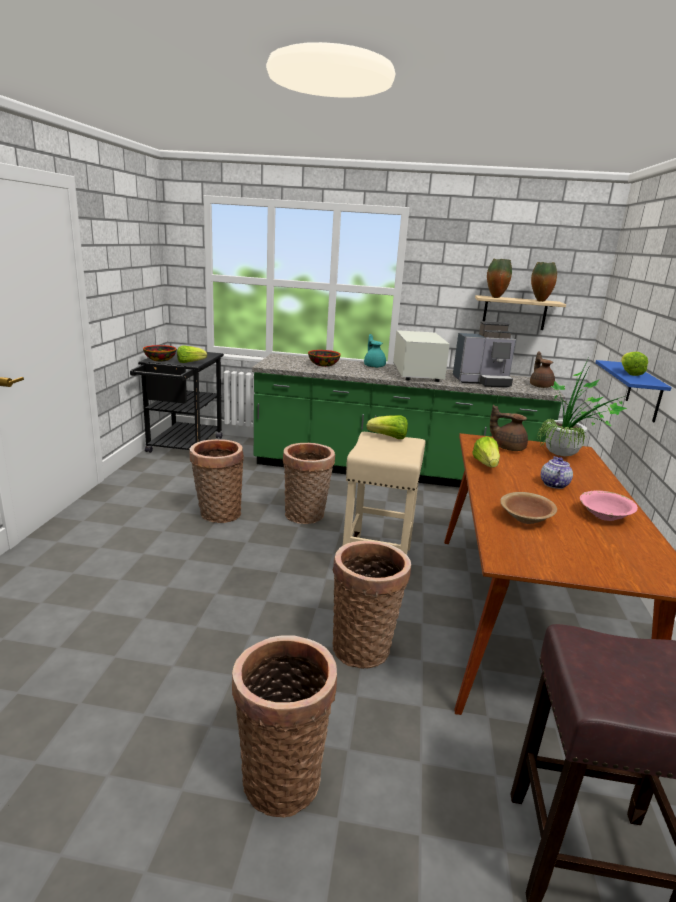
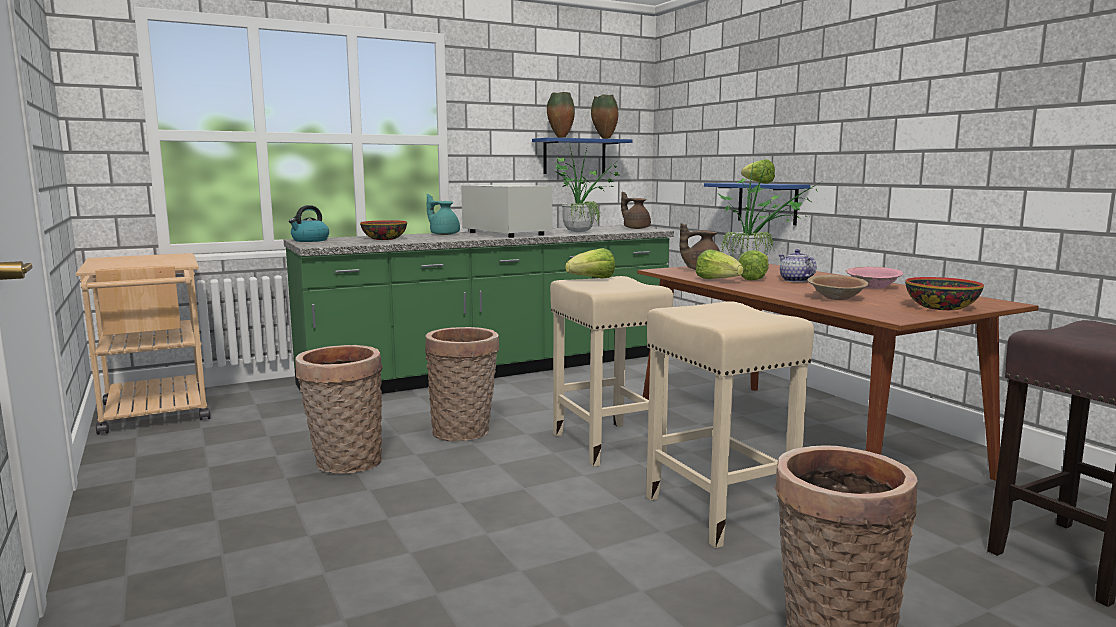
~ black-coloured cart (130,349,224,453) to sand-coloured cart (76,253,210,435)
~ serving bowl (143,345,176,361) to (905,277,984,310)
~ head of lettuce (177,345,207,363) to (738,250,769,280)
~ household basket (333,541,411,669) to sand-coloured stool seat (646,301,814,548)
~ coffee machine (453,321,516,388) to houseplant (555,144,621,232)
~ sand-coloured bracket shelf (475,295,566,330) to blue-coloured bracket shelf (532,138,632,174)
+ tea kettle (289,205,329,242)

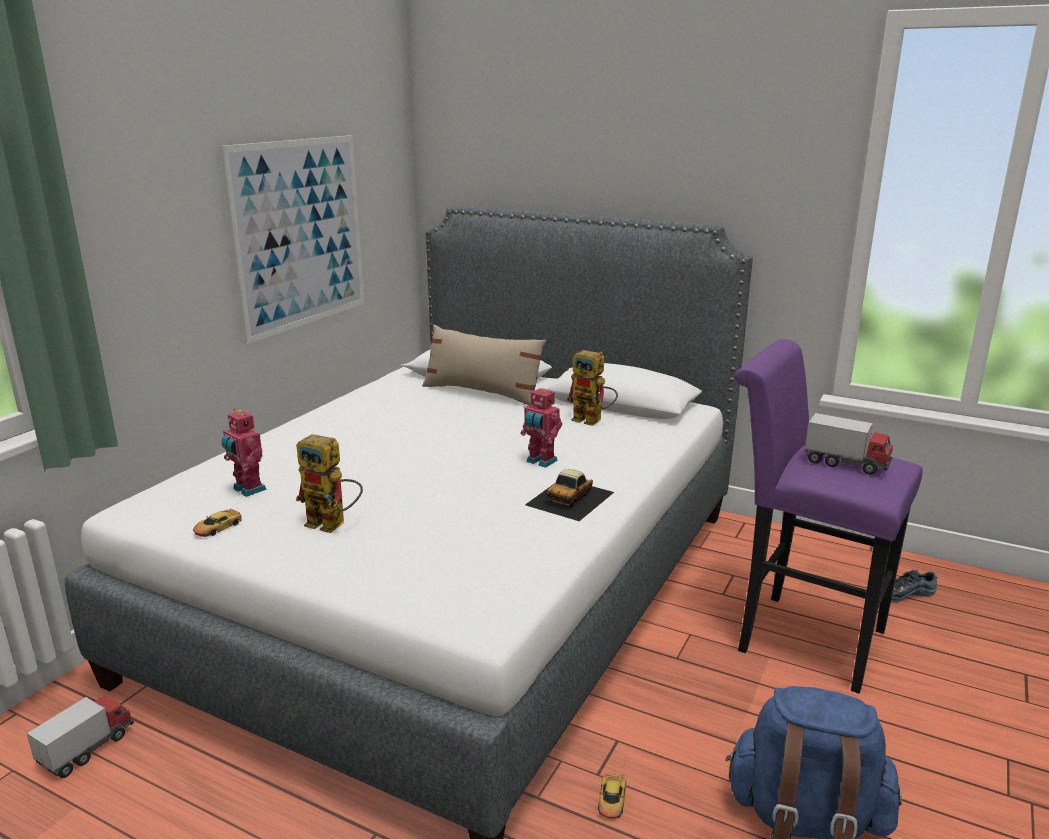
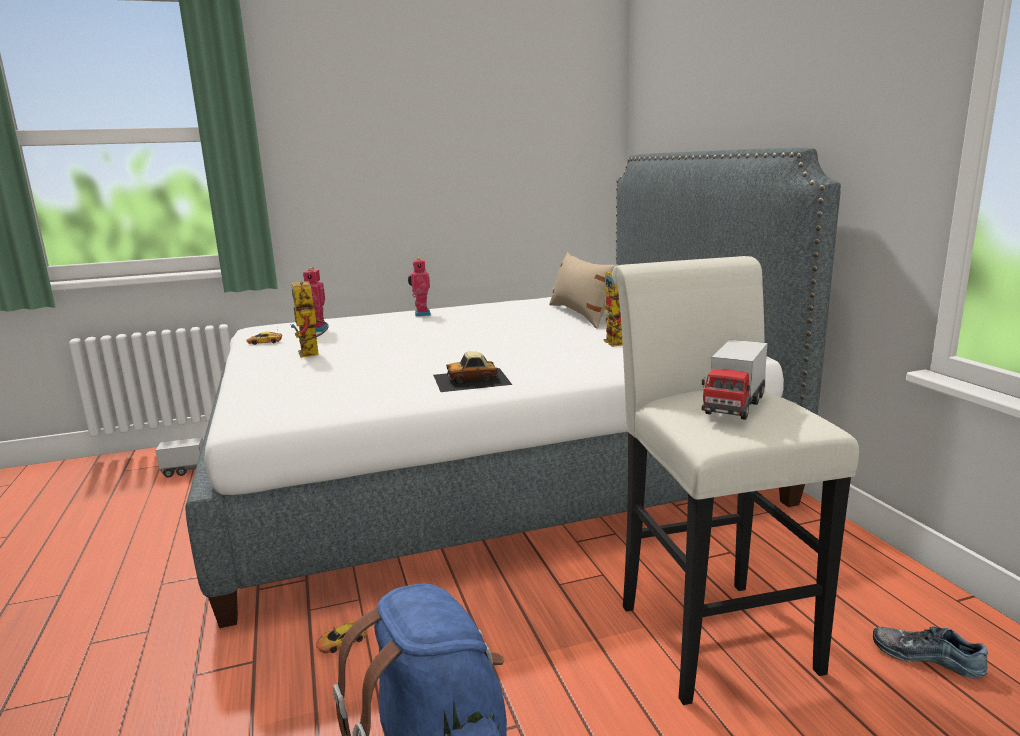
- wall picture (220,135,365,344)
~ robot figure (521,387,562,468) to (408,257,431,317)
~ purple stool seat (735,339,923,694) to white stool seat (612,256,859,705)
~ toy lorry (805,413,893,475) = (702,340,768,420) 45 degrees clockwise

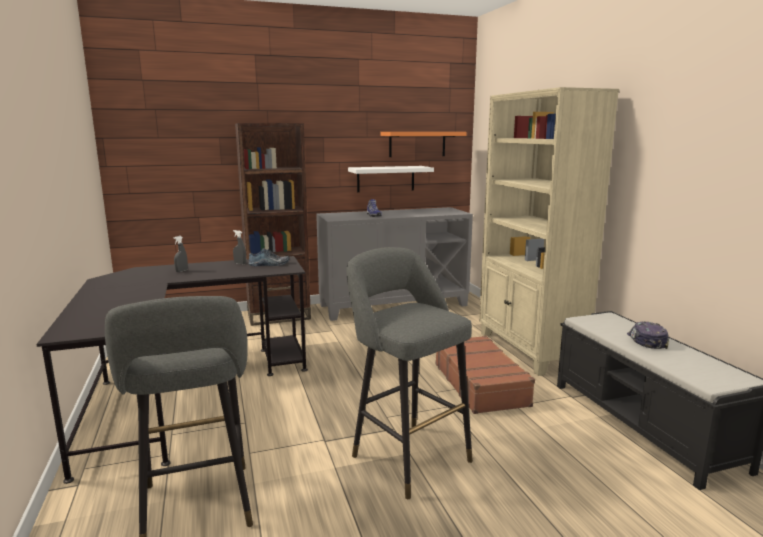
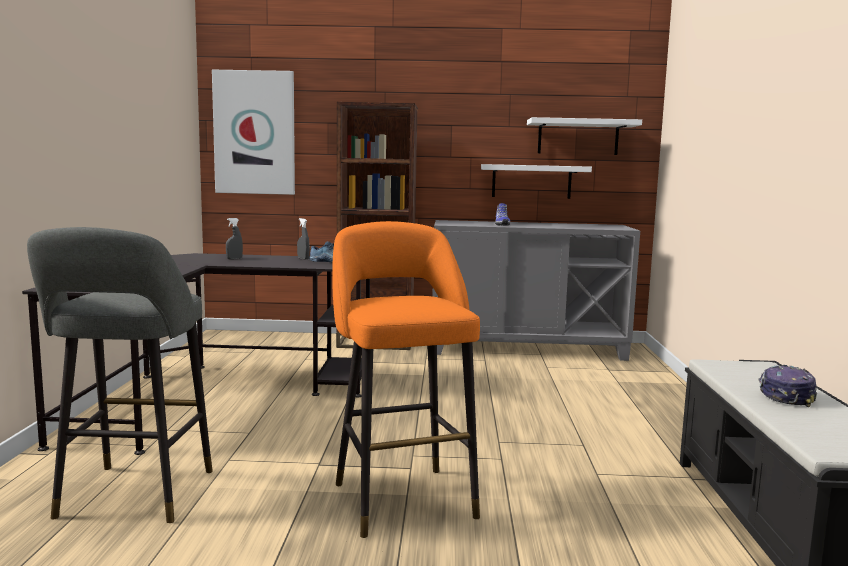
~ gray stool seat (346,247,473,499) to orange stool seat (332,221,480,538)
~ orange bracket shelf (381,132,467,157) to white bracket shelf (527,117,642,155)
- brownish suitcase (435,336,535,414)
- sand-coloured bookcase (479,87,619,376)
+ wall picture (212,70,295,195)

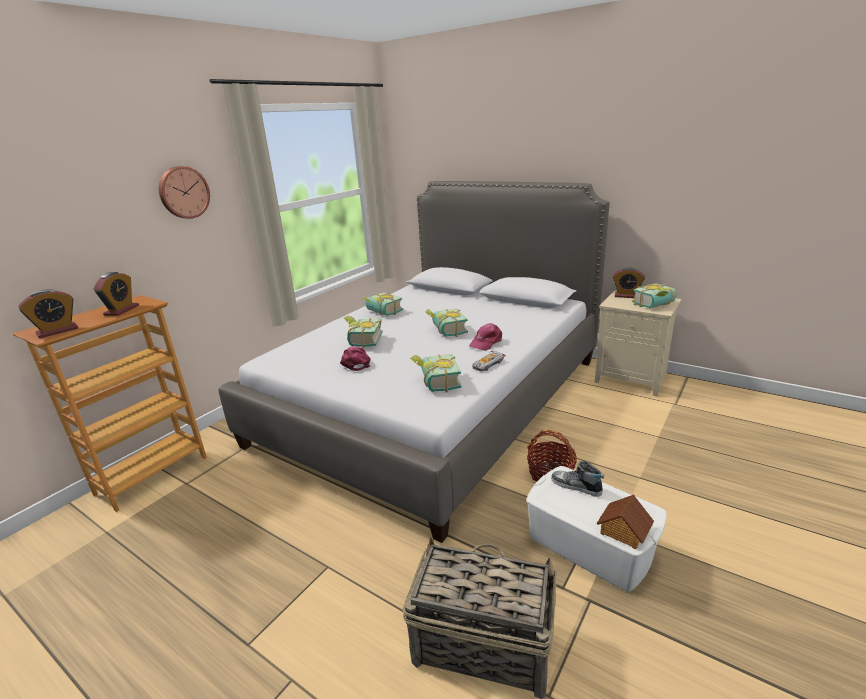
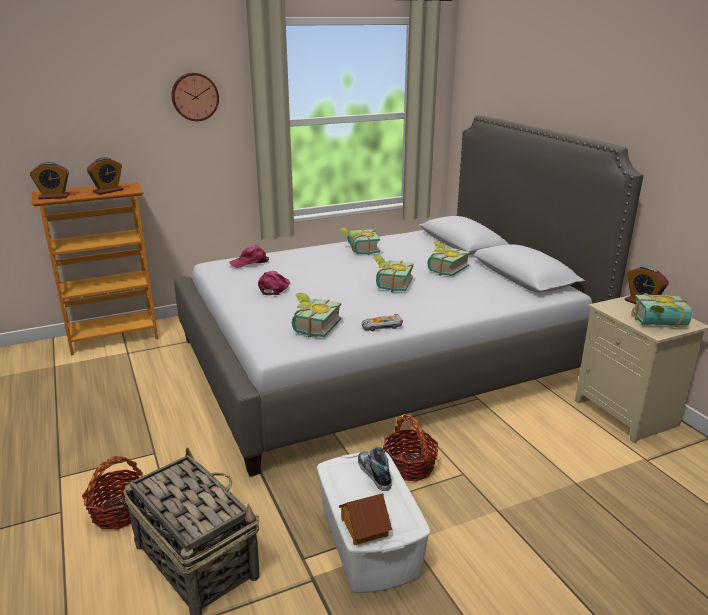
~ volume (344,316,383,348) to (427,241,470,276)
~ pink-coloured peaked cap (469,323,502,351) to (229,245,269,268)
+ household basket (82,456,145,530)

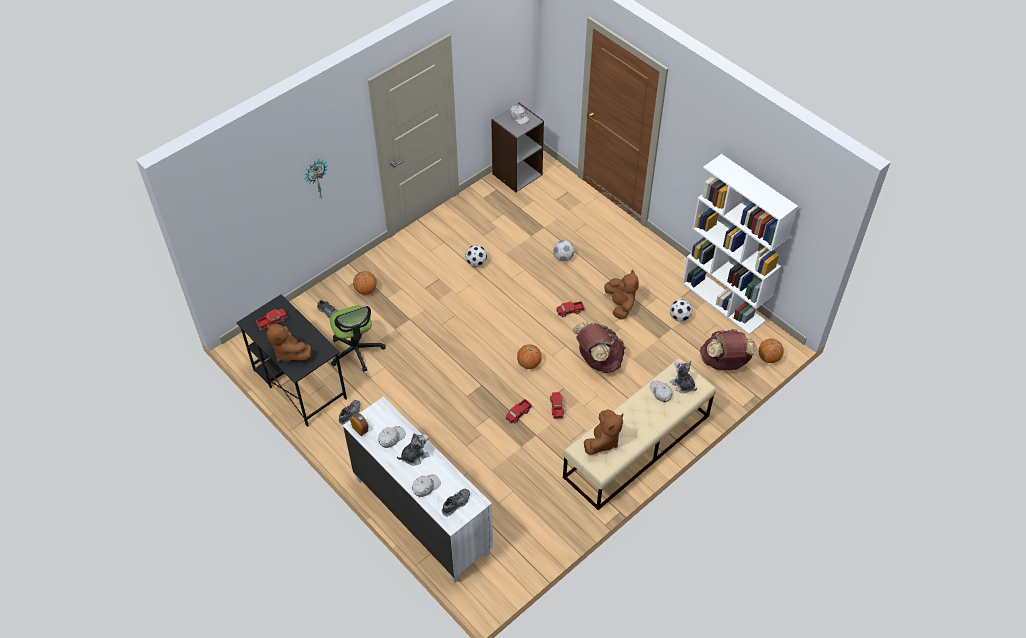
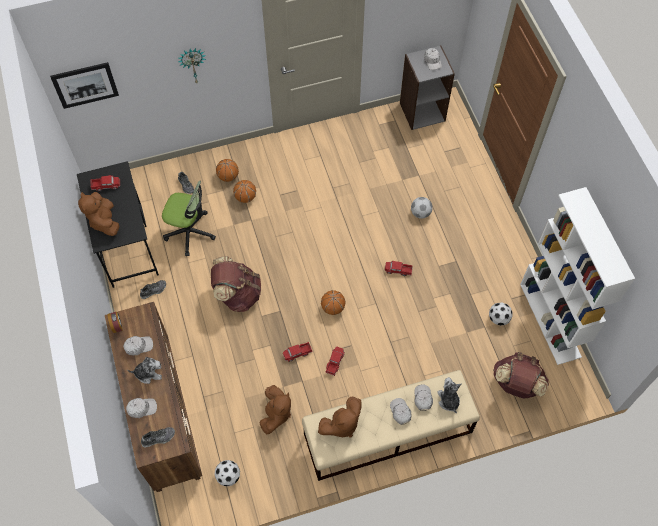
~ office chair (330,305,386,372) = (162,181,216,256) 75 degrees counterclockwise
~ white chest of drawers (343,397,493,583) to brownish chest of drawers (105,302,202,492)
~ football ball (465,245,487,267) to (215,460,240,486)
~ brownish backpack (573,322,625,373) to (211,256,261,312)
~ brownish soft toy (604,270,639,320) to (260,385,291,434)
~ basketball ball (759,339,784,363) to (233,180,256,203)
+ wall picture (50,62,119,109)
+ white peaked cap (390,398,412,425)

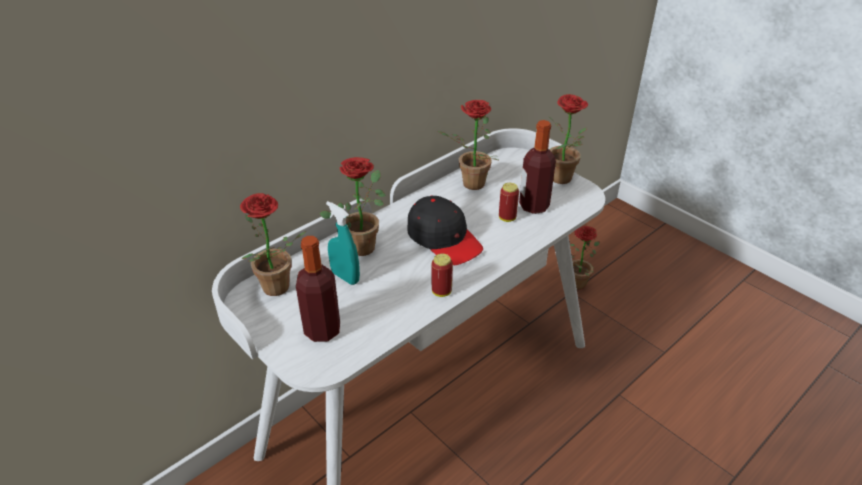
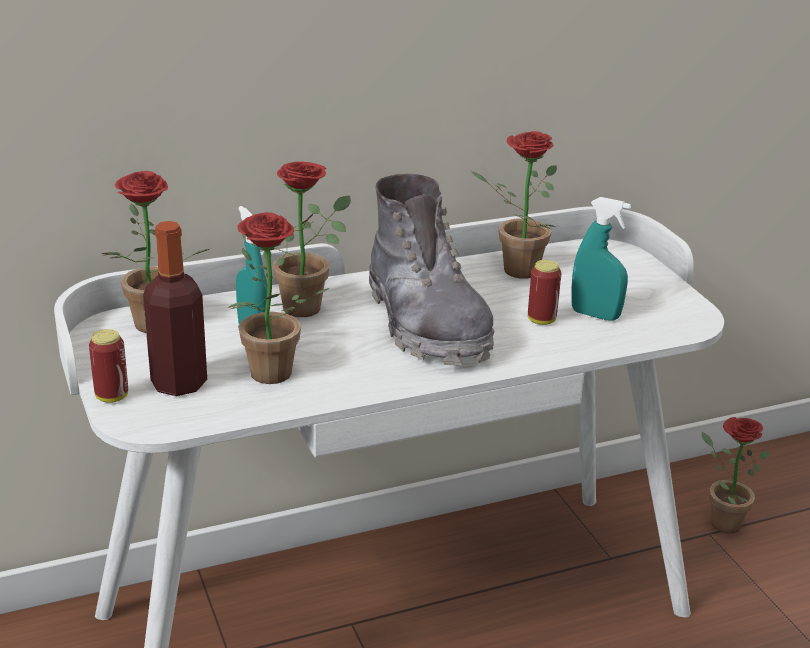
~ black-coloured peaked cap (407,196,483,265) to gray tall boot (369,174,494,365)
~ metal can (432,254,453,297) to (89,329,128,403)
~ bottle (519,120,556,214) to blue-green sprayer (571,197,631,321)
~ houseplant (548,94,588,184) to (228,212,330,384)

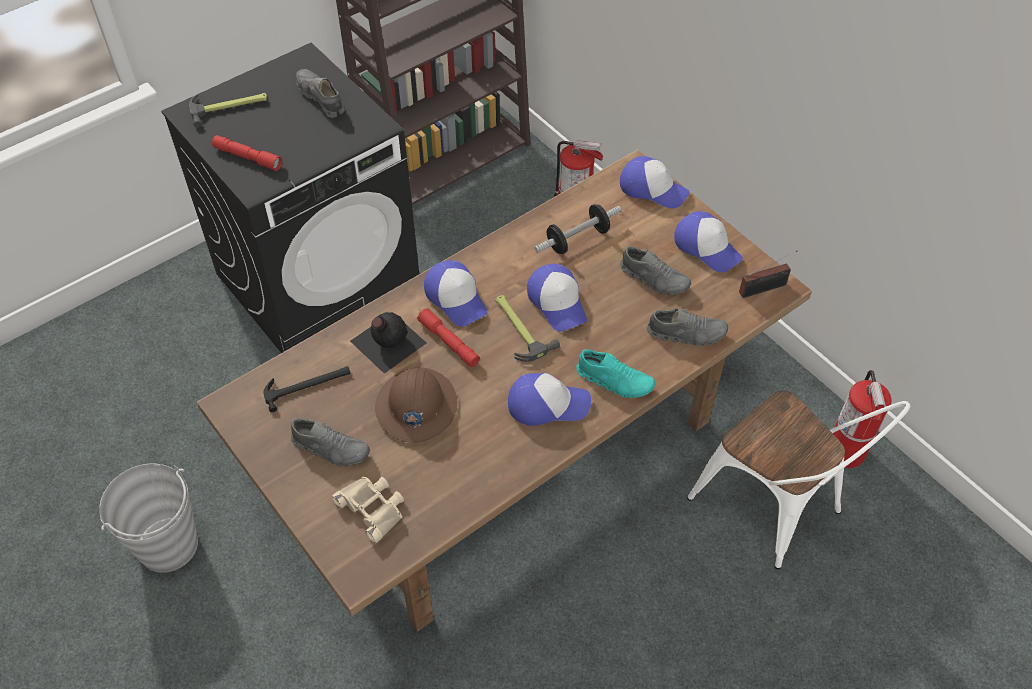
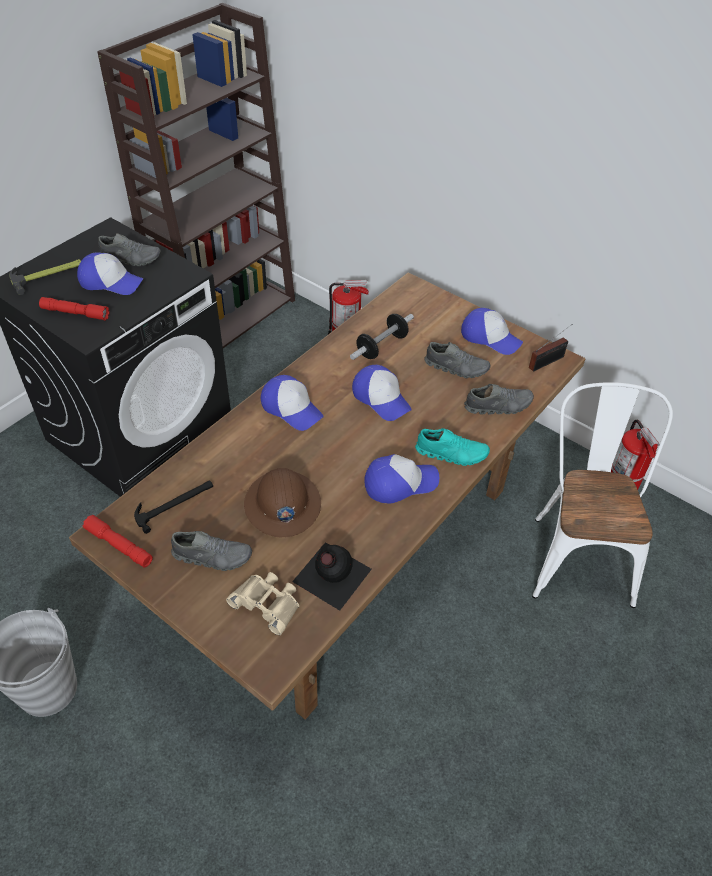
~ gray low shoe (296,69,345,118) = (98,233,161,266) 150 degrees clockwise
~ black-coloured bottle (350,312,427,374) to (292,542,372,611)
~ red torch (417,308,480,367) to (83,515,153,568)
- tool hammer (495,295,560,362)
~ peaked cap (620,156,690,209) to (77,253,144,295)
~ white chair (687,391,910,569) = (532,382,673,608) 120 degrees counterclockwise

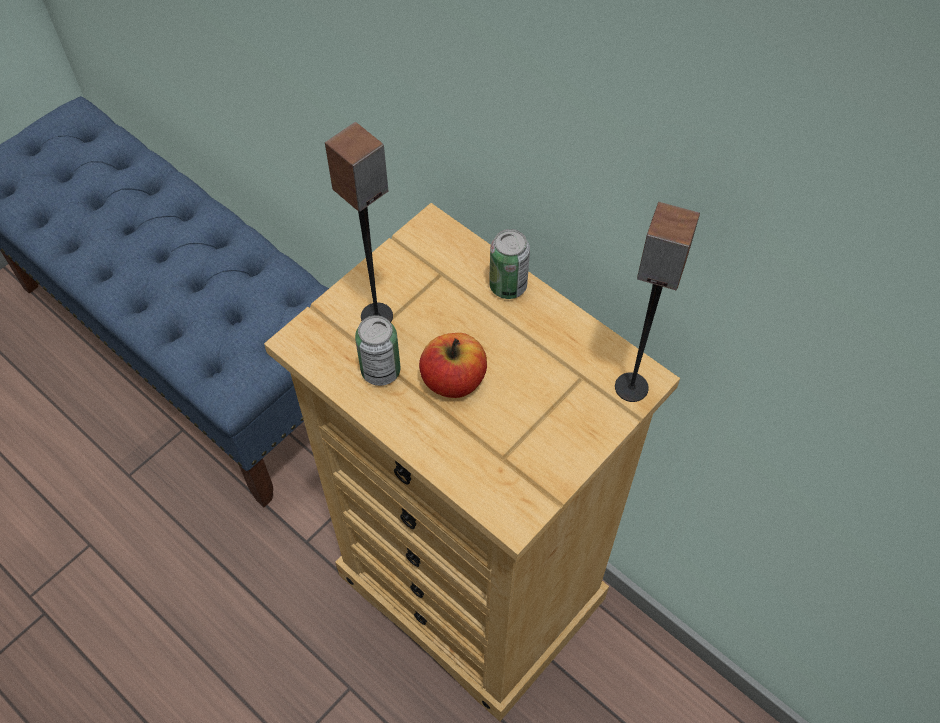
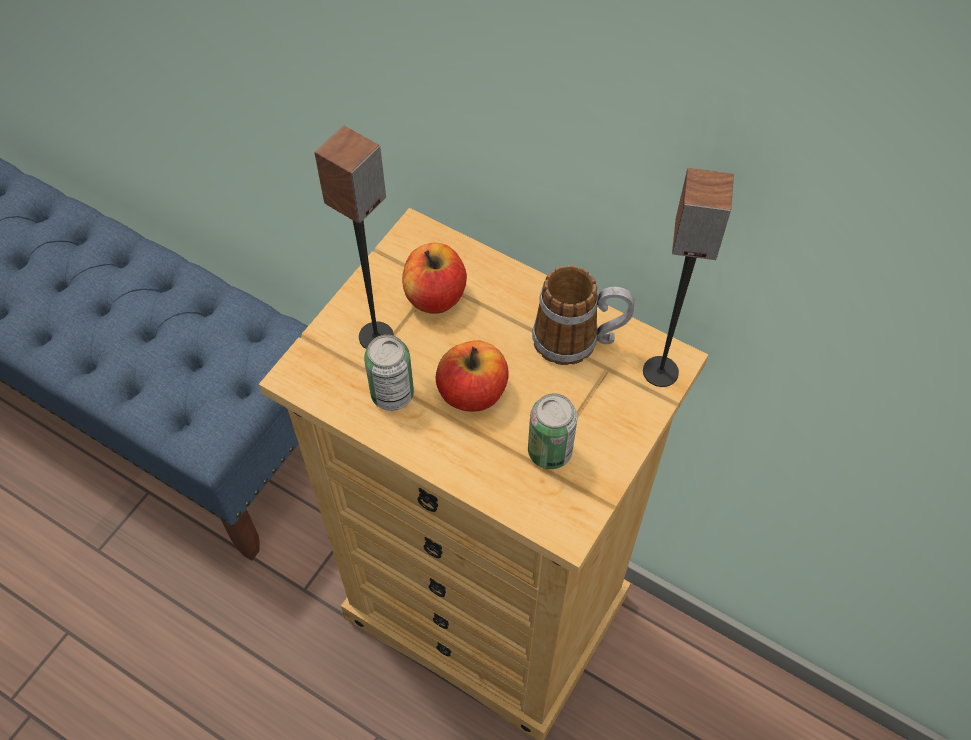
~ metal can (489,229,530,299) to (528,393,577,469)
+ apple (402,243,467,314)
+ mug (532,265,634,365)

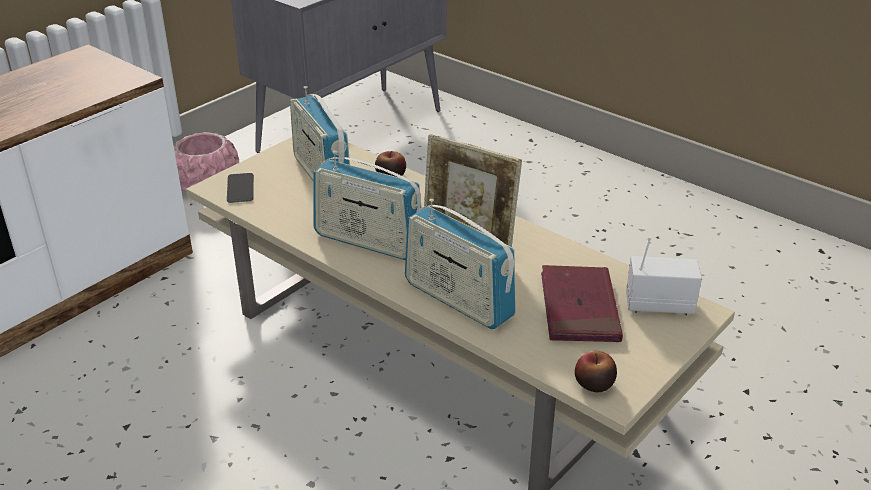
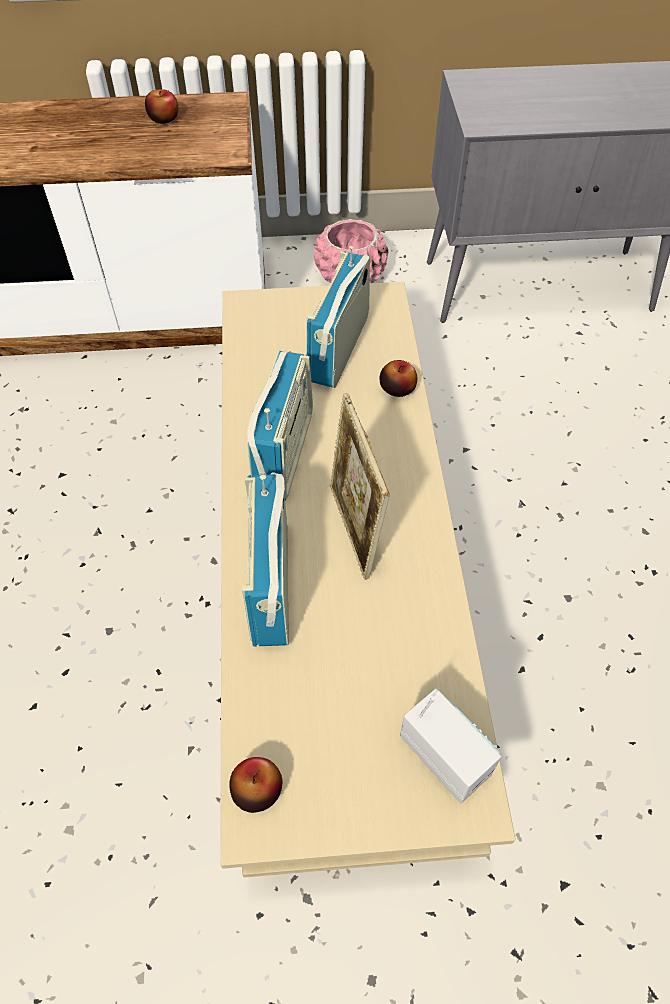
- telephone (227,173,254,203)
~ radio (313,151,422,260) = (247,351,313,501) 150 degrees counterclockwise
- red volume (541,265,623,342)
+ apple (145,89,178,124)

